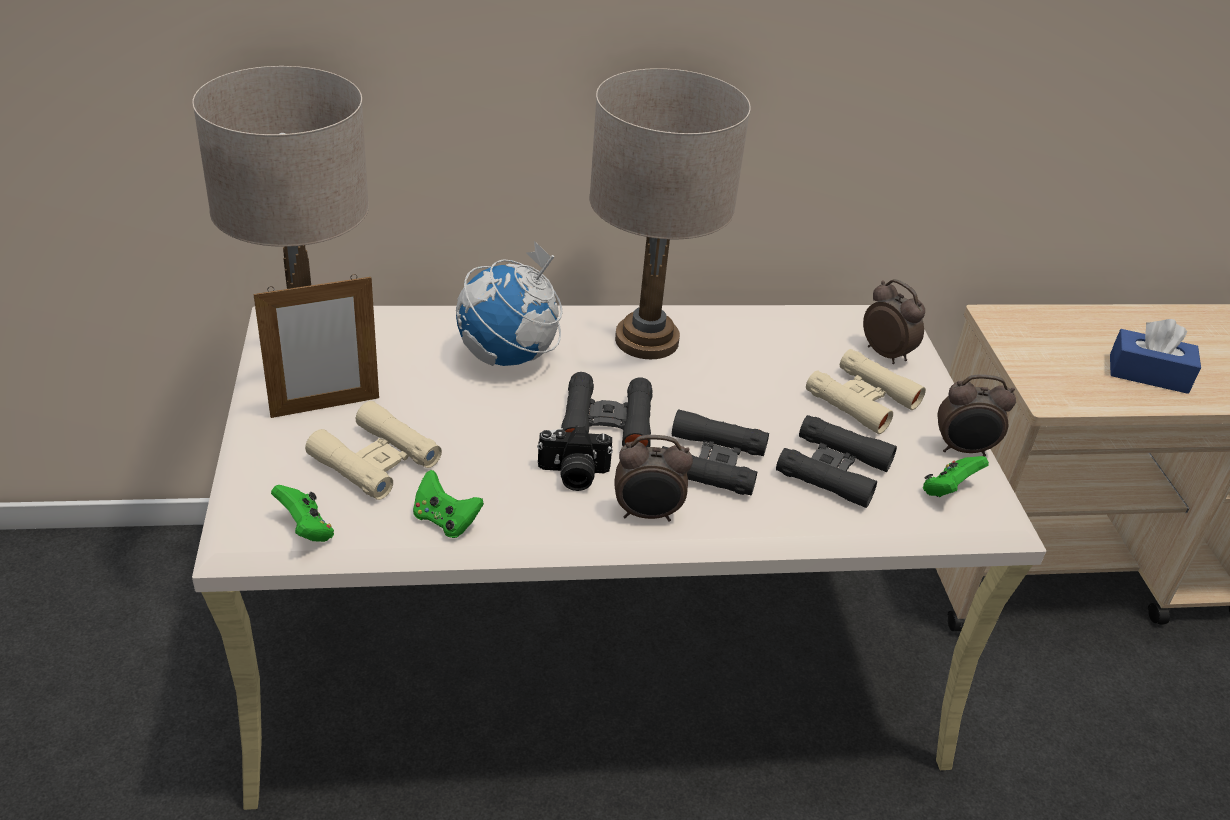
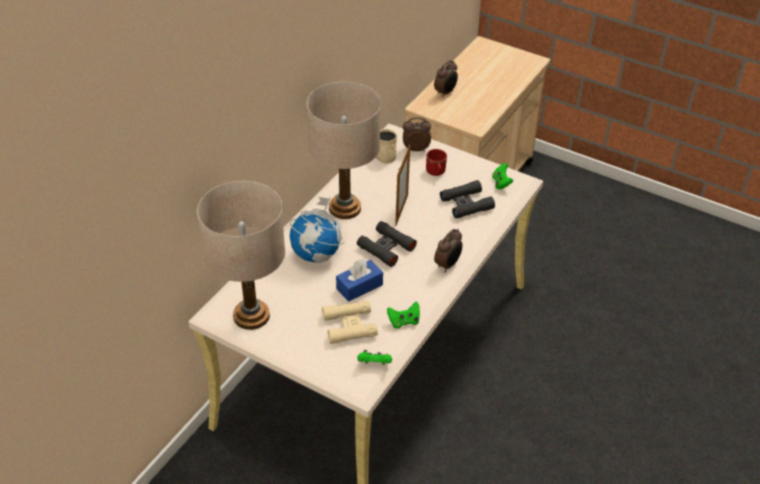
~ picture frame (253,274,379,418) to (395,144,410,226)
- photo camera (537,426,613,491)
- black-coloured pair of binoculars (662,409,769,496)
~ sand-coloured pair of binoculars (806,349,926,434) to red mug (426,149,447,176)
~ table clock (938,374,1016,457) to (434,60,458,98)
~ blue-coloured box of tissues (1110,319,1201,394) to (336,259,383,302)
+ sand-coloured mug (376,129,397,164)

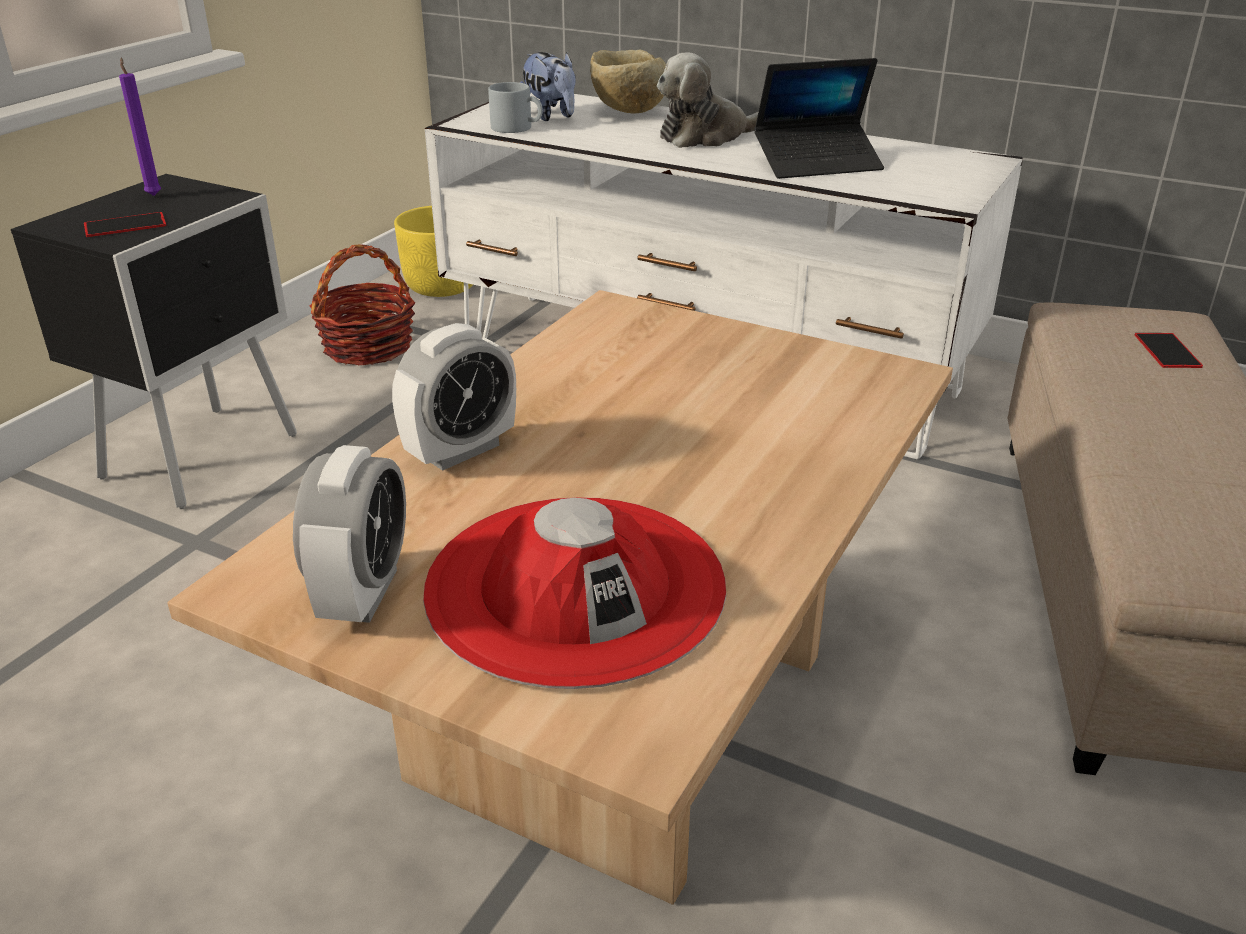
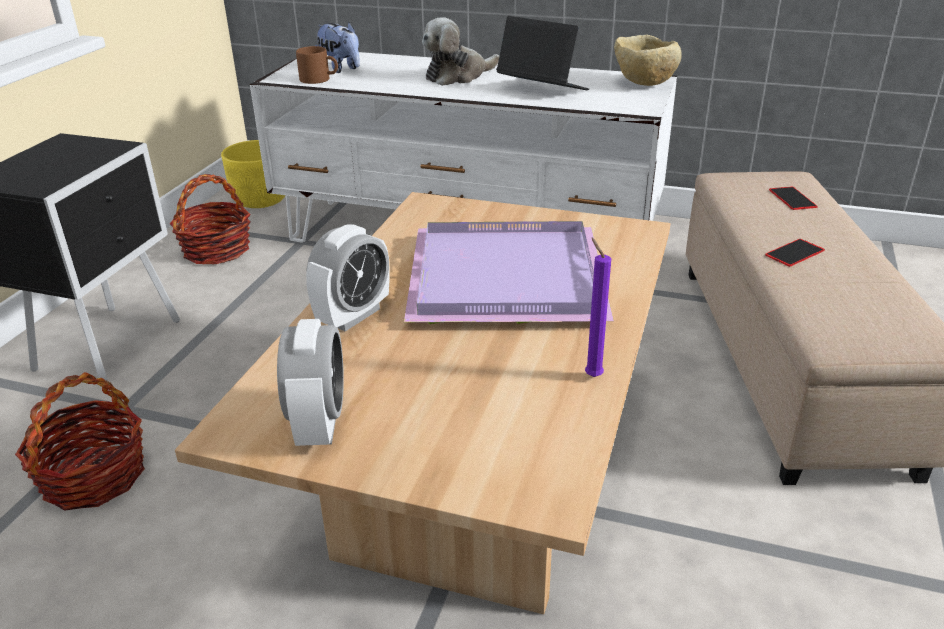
~ telephone (84,212,166,237) to (765,239,825,267)
~ purple candle (119,58,161,196) to (585,238,611,377)
- red hat (423,497,726,689)
~ gray mug (488,82,543,133) to brownish mug (296,46,338,84)
~ sand-coloured serving bowl (590,49,666,114) to (614,34,682,86)
~ laptop (754,58,884,179) = (496,16,589,90) 120 degrees counterclockwise
+ household basket (15,372,145,511)
+ purple tray (404,221,614,324)

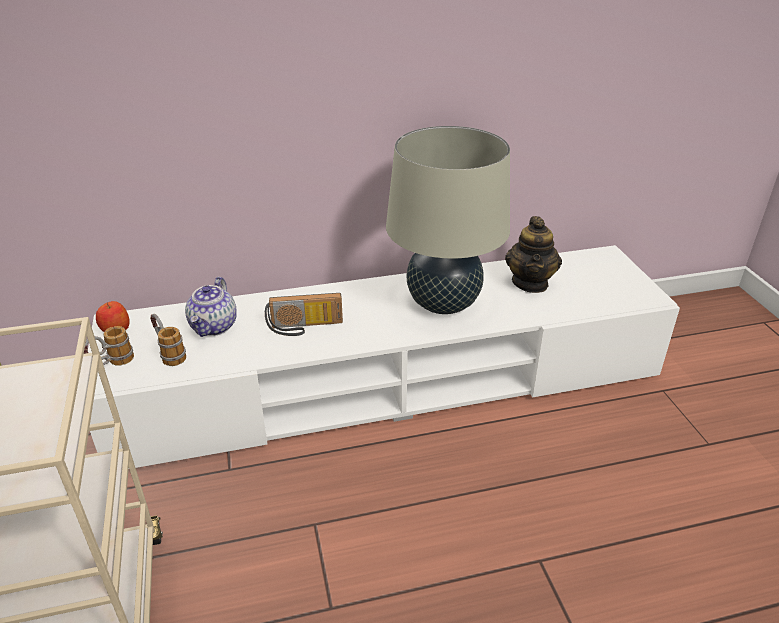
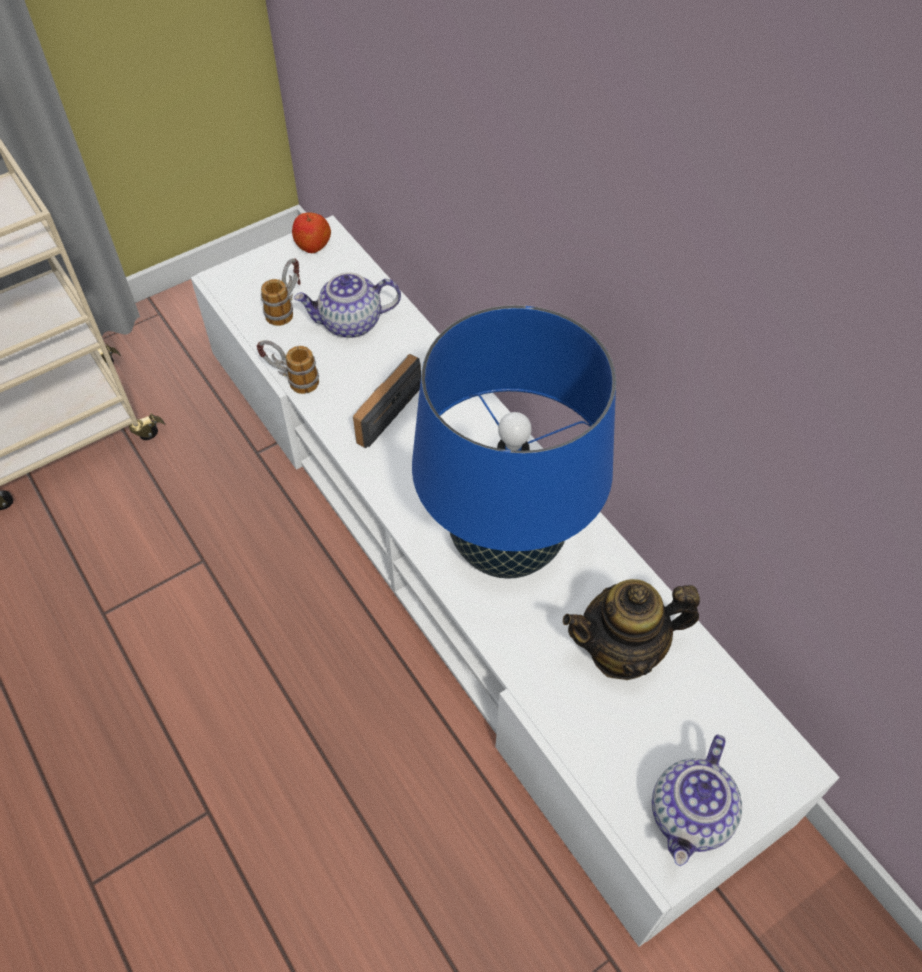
~ mug (84,326,134,366) to (257,340,319,394)
~ radio (265,293,343,336) = (353,354,421,448) 60 degrees clockwise
~ sand-coloured tabletop lamp (386,126,510,314) to blue-coloured tabletop lamp (412,305,616,579)
+ teapot (652,735,742,866)

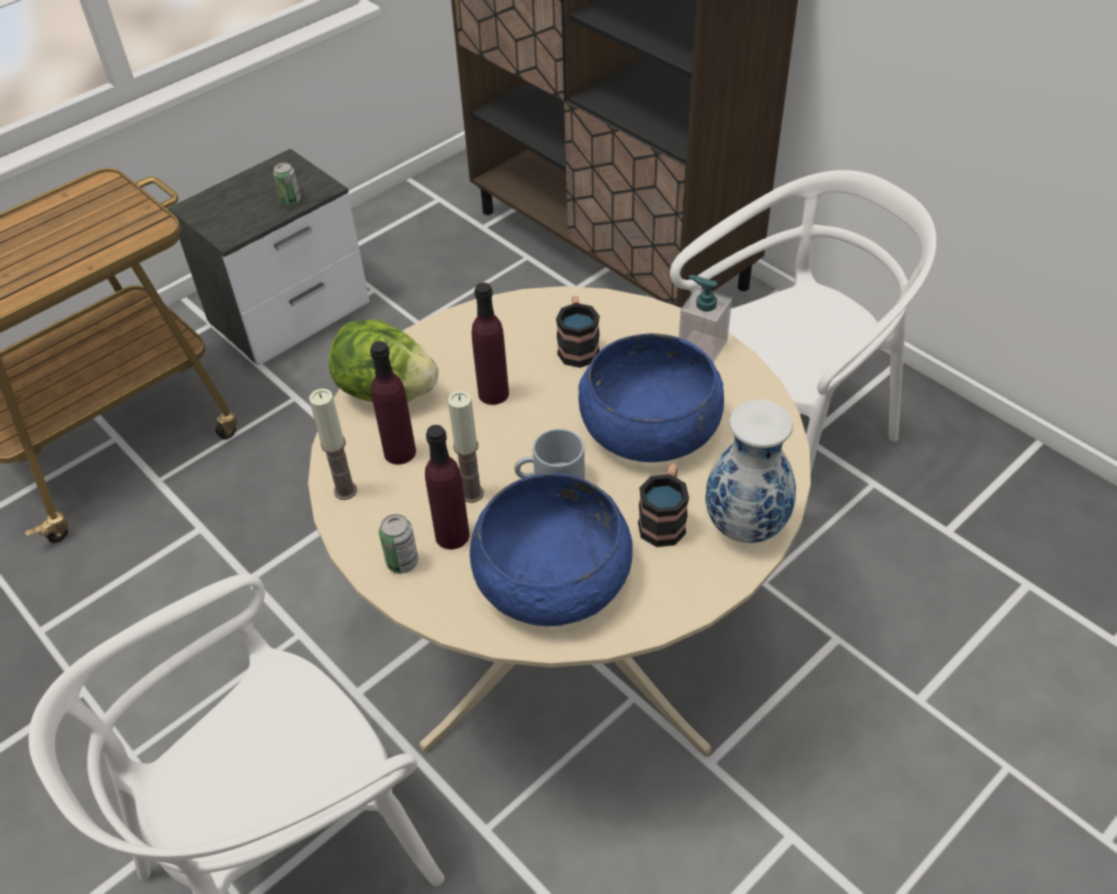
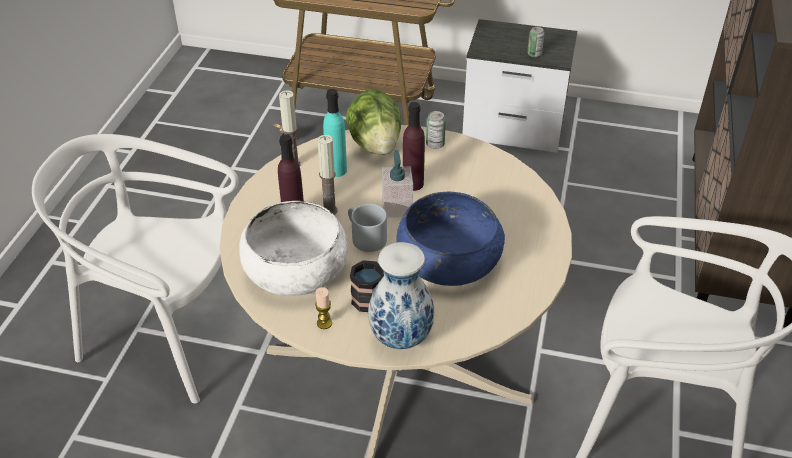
~ purple bottle (370,341,416,465) to blue-green bottle (323,89,347,177)
~ metal can (379,514,418,574) to (426,111,446,149)
~ blue-coloured serving bowl (470,473,633,626) to white serving bowl (239,201,348,296)
- mug (556,296,600,368)
~ liquid soap bottle (679,275,732,363) to (382,150,413,218)
+ candle (315,287,332,329)

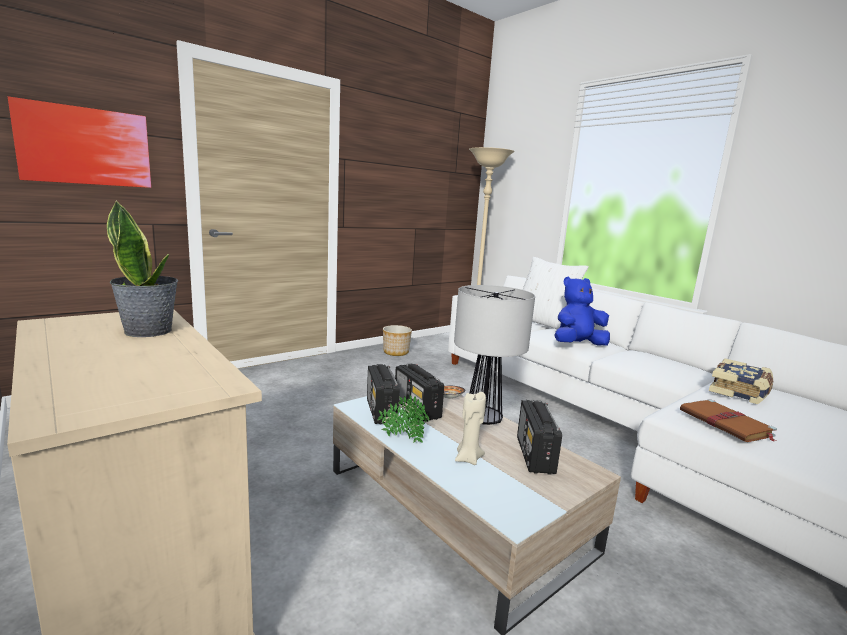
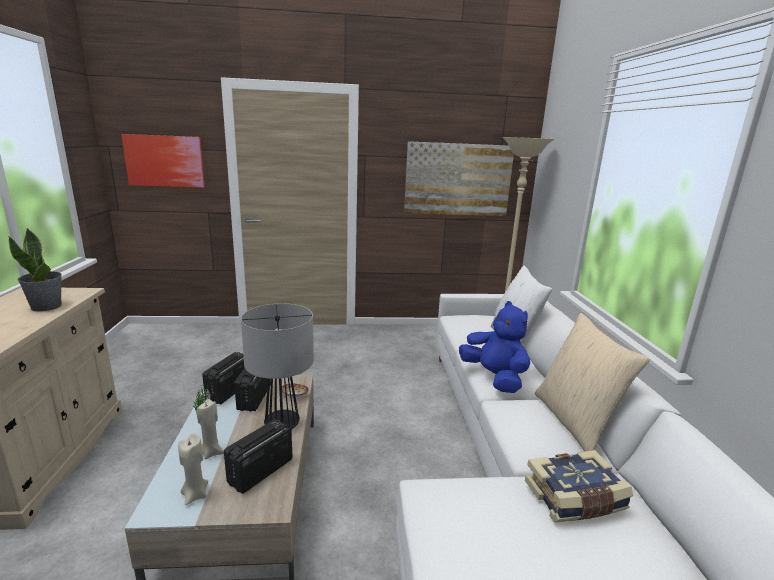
- plant pot (383,325,412,356)
~ blue-coloured soft toy (554,277,610,346) = (459,301,530,393) 45 degrees clockwise
- brownish volume (680,399,777,442)
+ sand-coloured candle (178,433,208,505)
+ wall picture (404,141,514,216)
+ sand-coloured cushion (535,313,650,452)

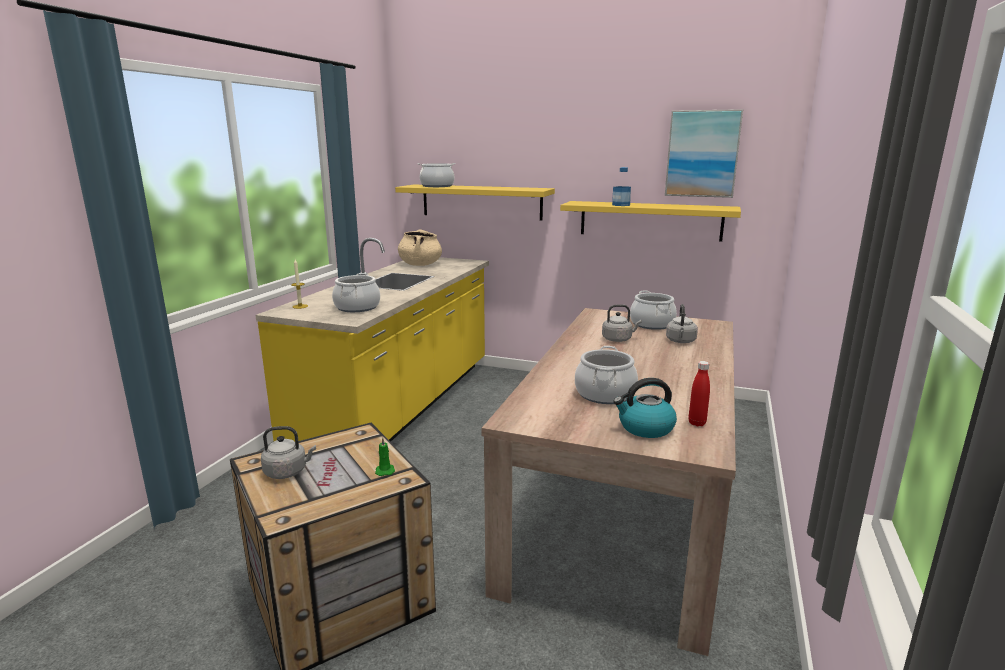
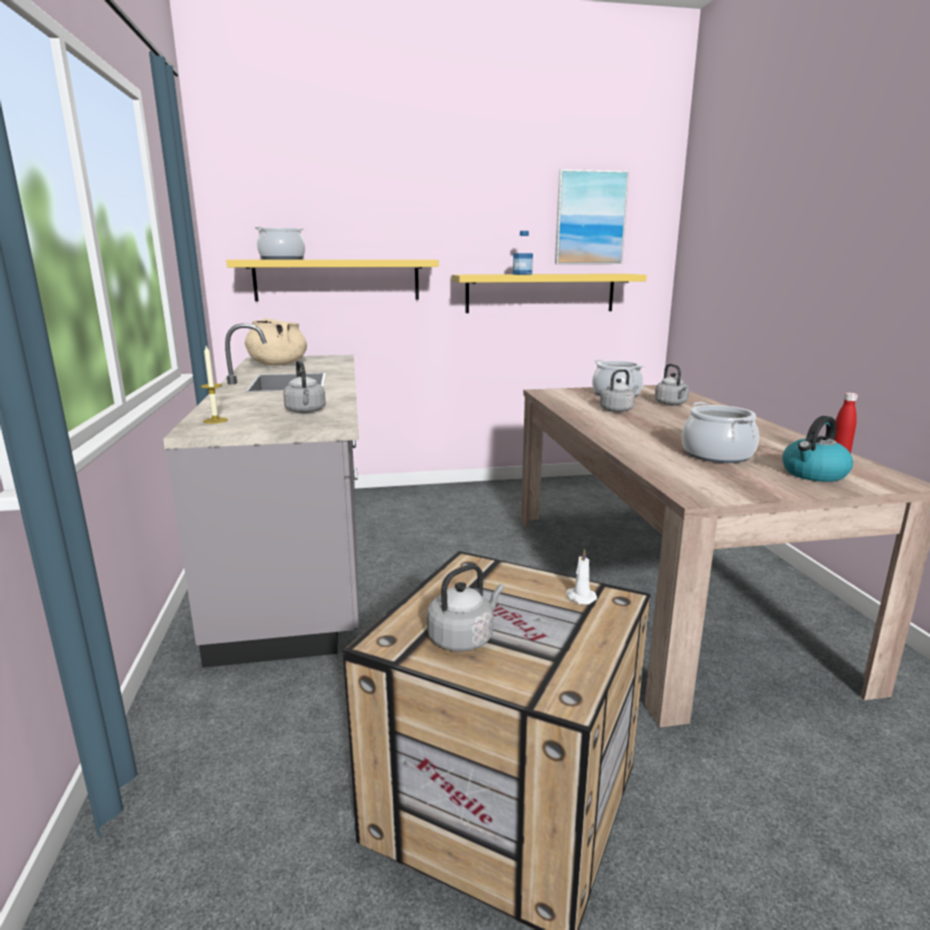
~ yellowish kitchen base unit (255,238,489,442) to gray kitchen base unit (163,323,359,668)
~ cooking pot (332,273,380,312) to gray tea kettle (283,360,326,413)
~ greenish candle (375,437,395,476) to white candle (566,548,597,605)

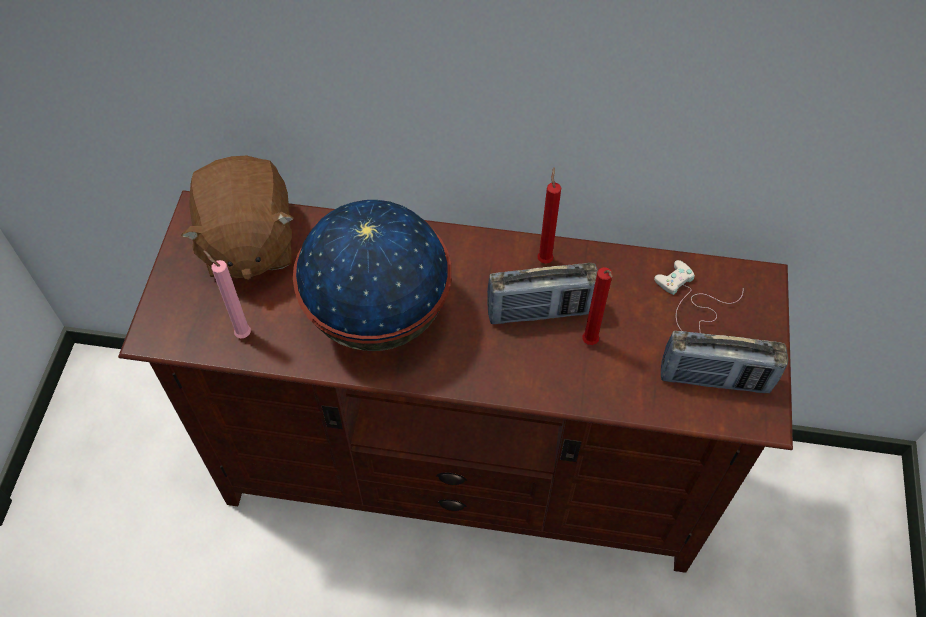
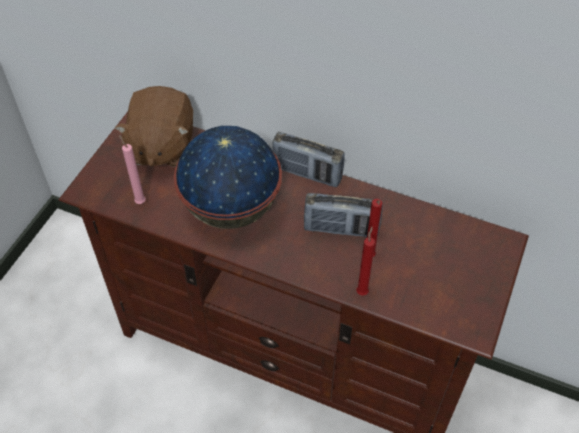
~ red candle (537,167,561,264) to (357,226,375,296)
- white joypad (654,260,743,331)
~ radio (661,331,788,393) to (272,132,344,187)

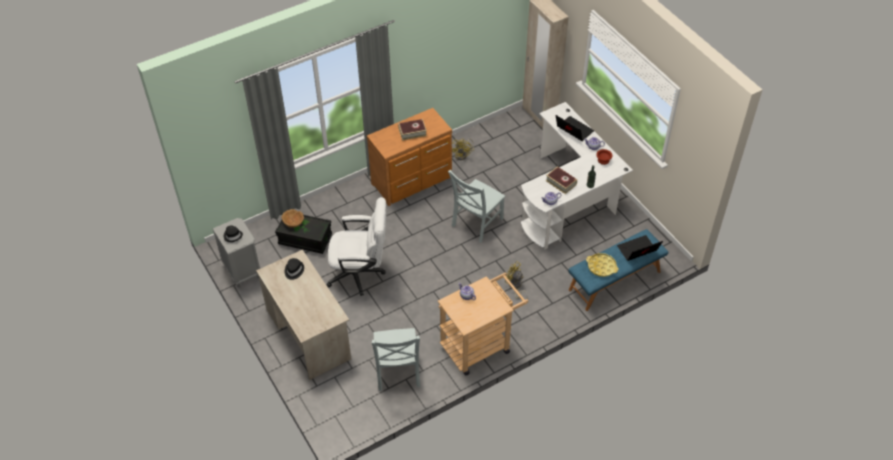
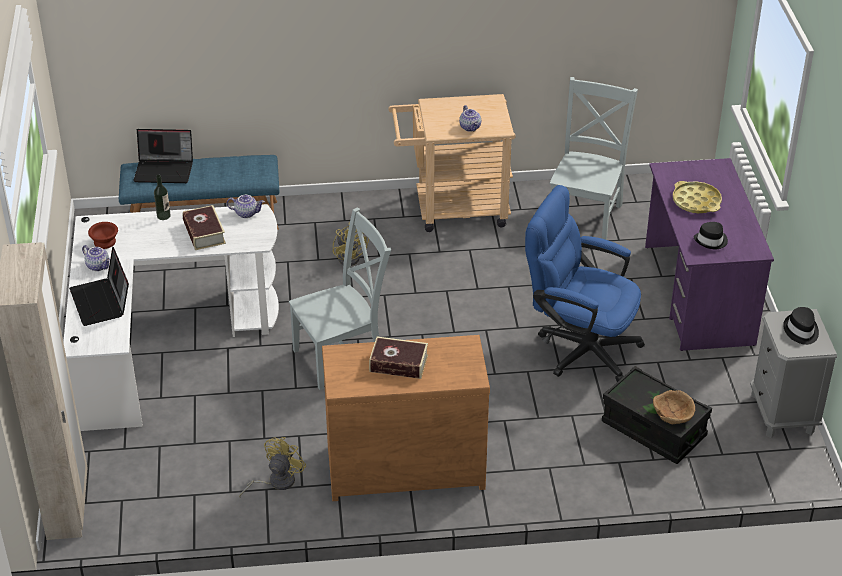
~ sand-coloured desk unit (256,249,351,380) to purple desk unit (645,158,774,351)
~ white office chair (326,197,386,296) to blue-coloured office chair (525,185,645,382)
~ yellowish tray (586,253,619,277) to (673,181,722,213)

